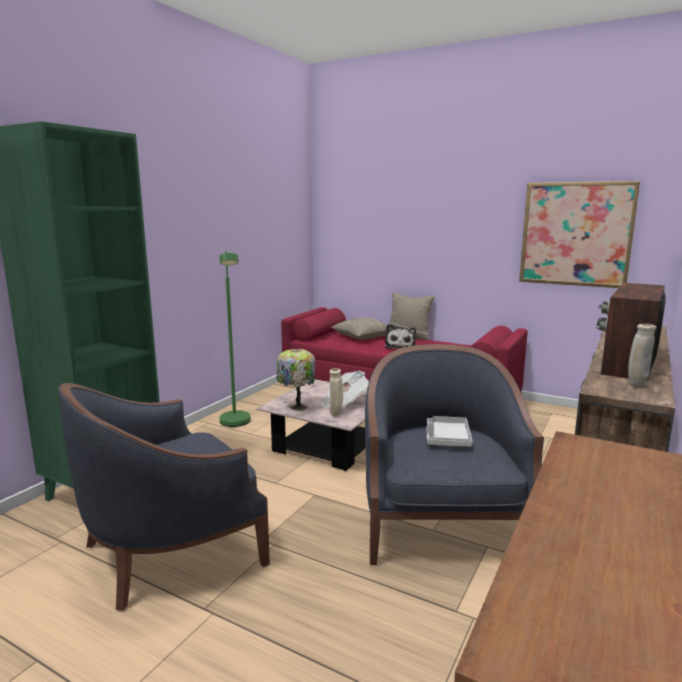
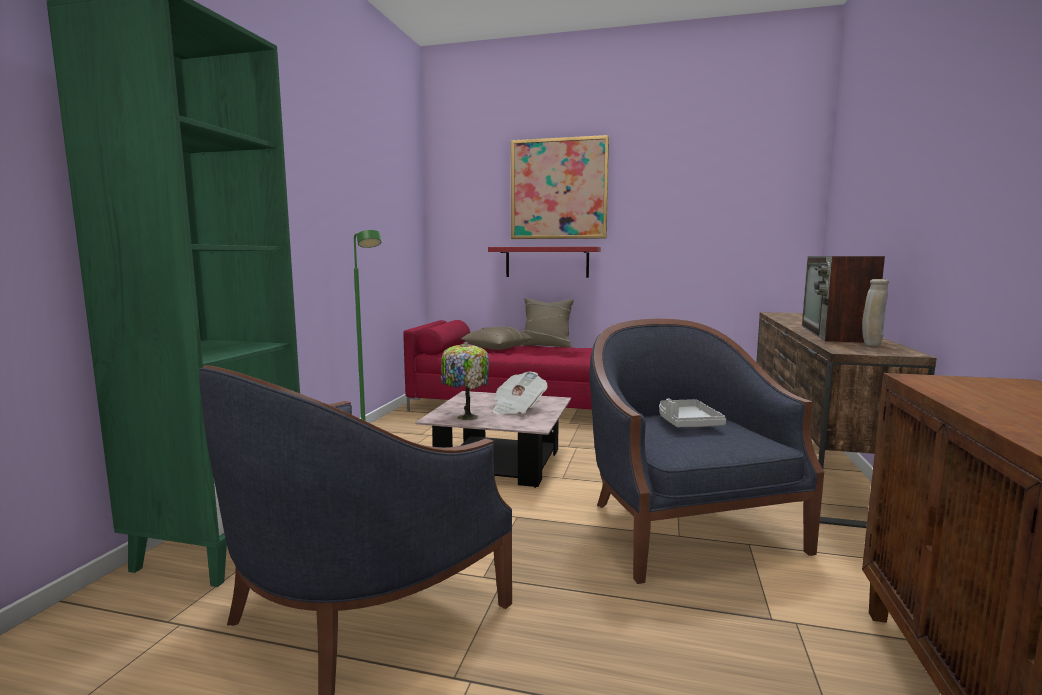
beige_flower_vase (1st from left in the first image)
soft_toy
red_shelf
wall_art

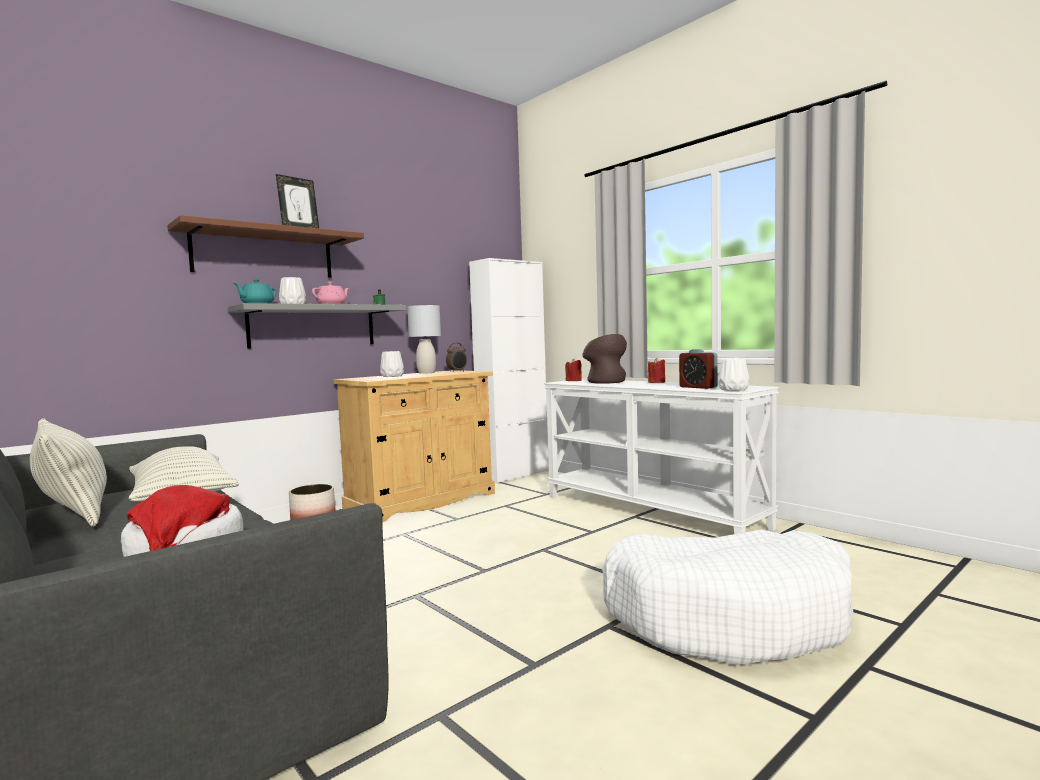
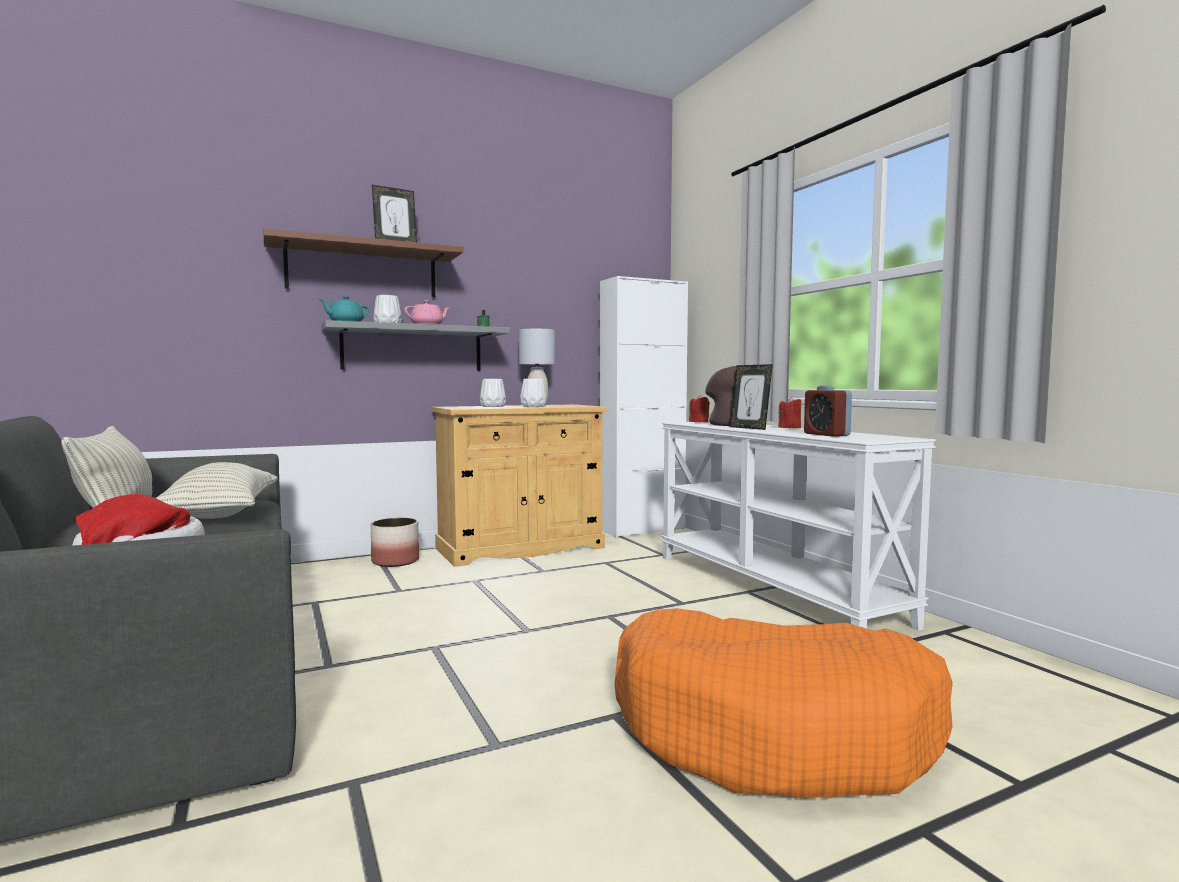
table_clock (1st from left in the first image)
standing_frame (2nd from left)
white_flower_vase (3rd from left)
orange-coloured_dog_bed

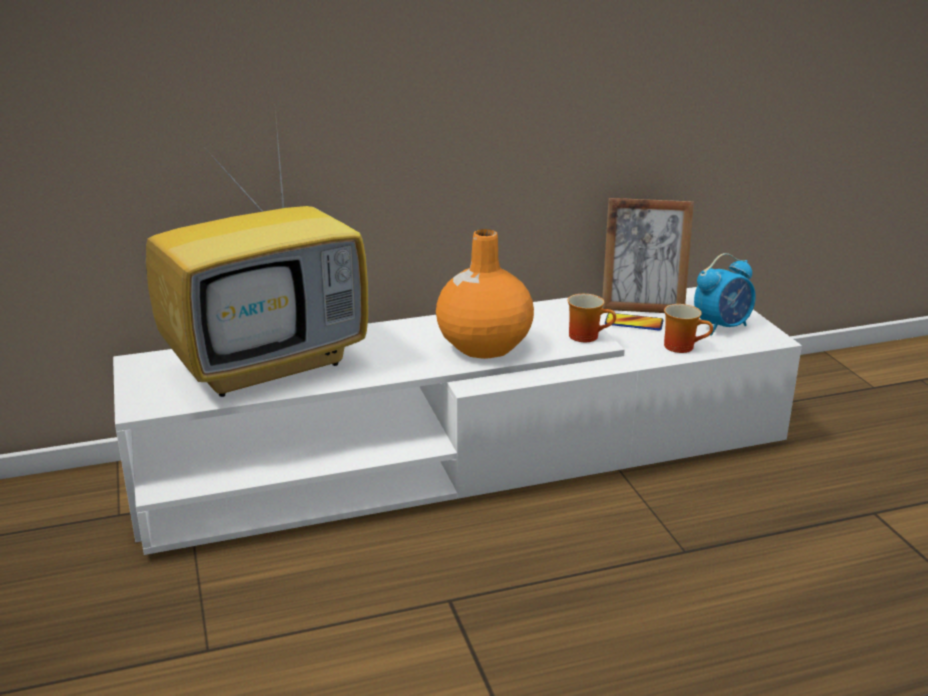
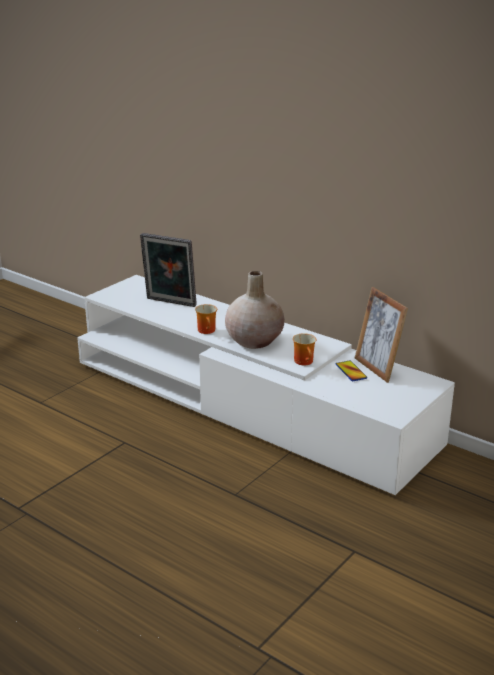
table_clock
coffee_mug (1st from left)
standing_frame (1st from left)
beige_flower_vase

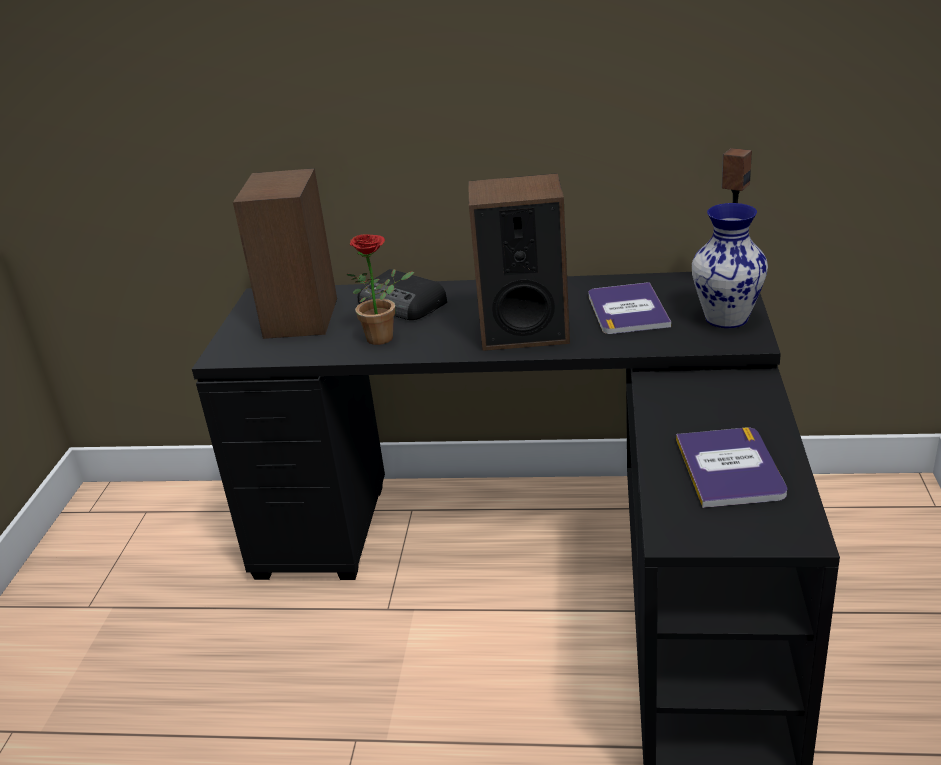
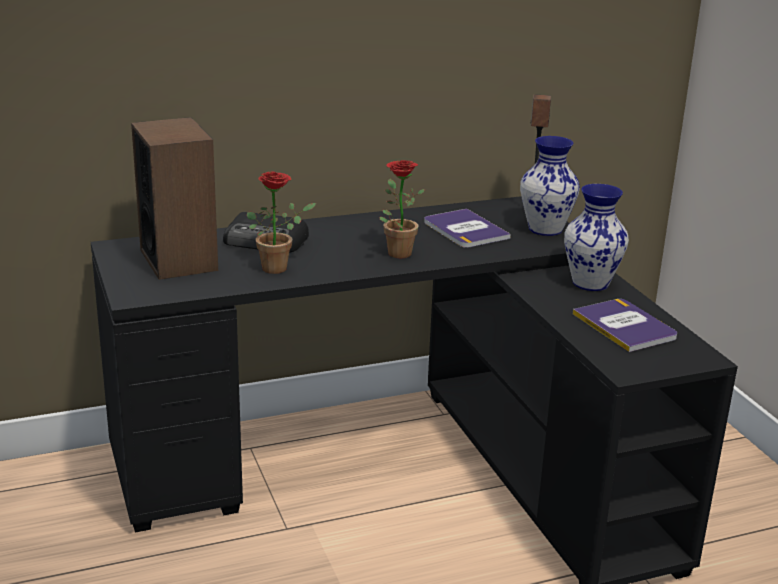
flower_vase (2nd from left)
potted_plant (2nd from left)

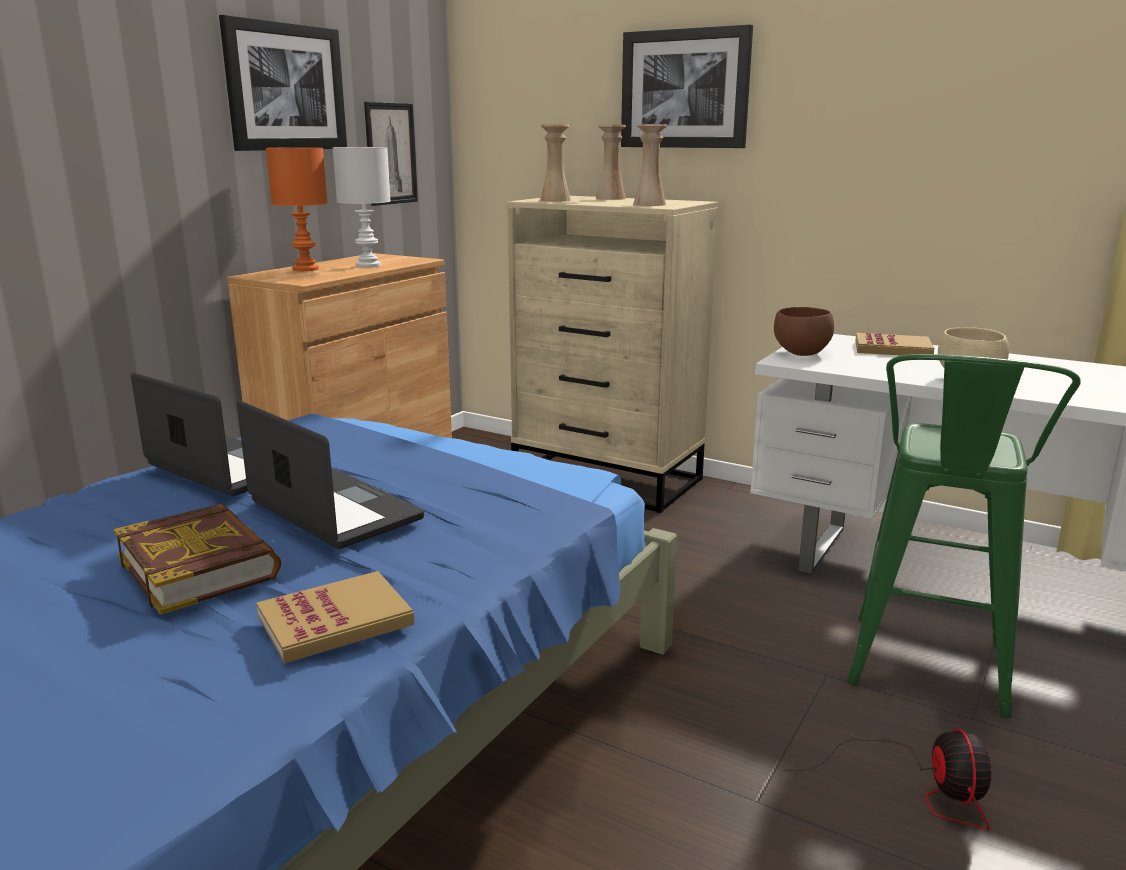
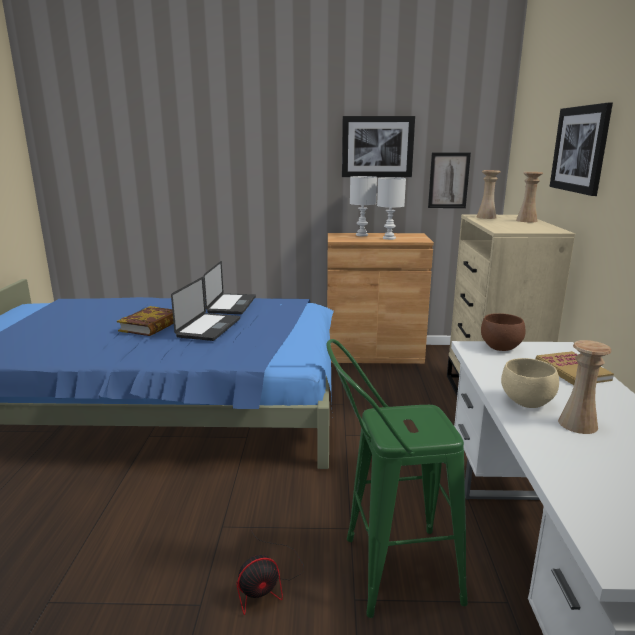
book (2nd from left in the first image)
beige_flower_vase (3rd from left)
white_tabletop_lamp (1st from left)

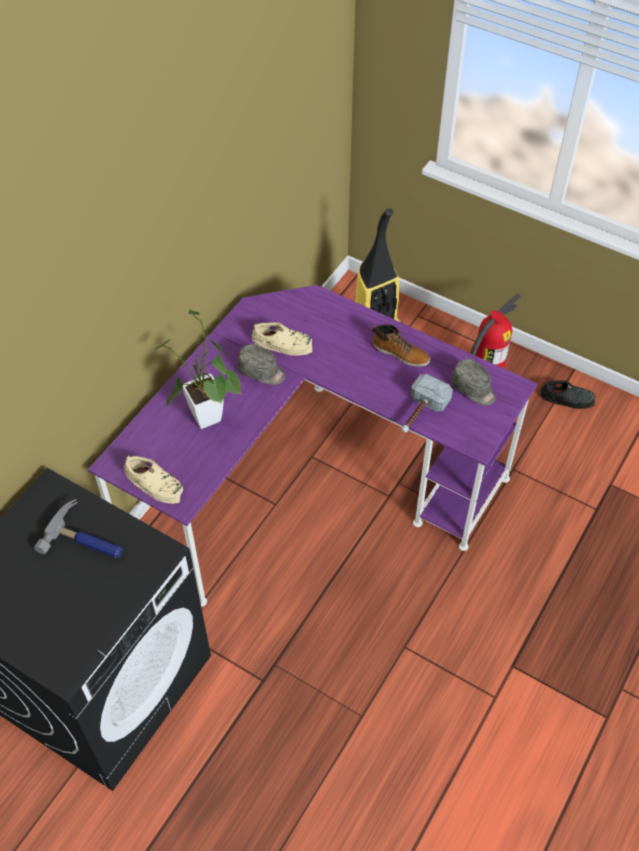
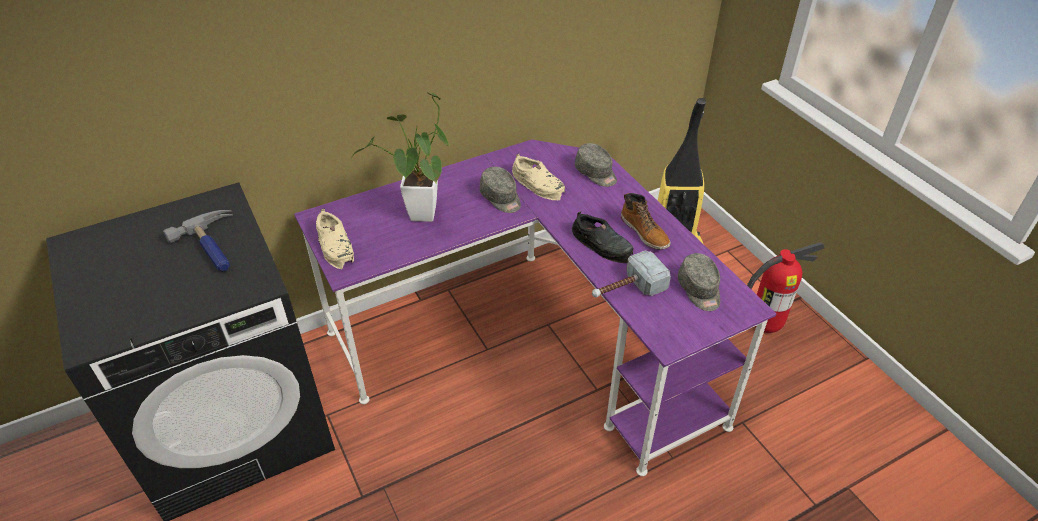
grey_peaked_cap (2nd from left)
black-coloured_low_shoe

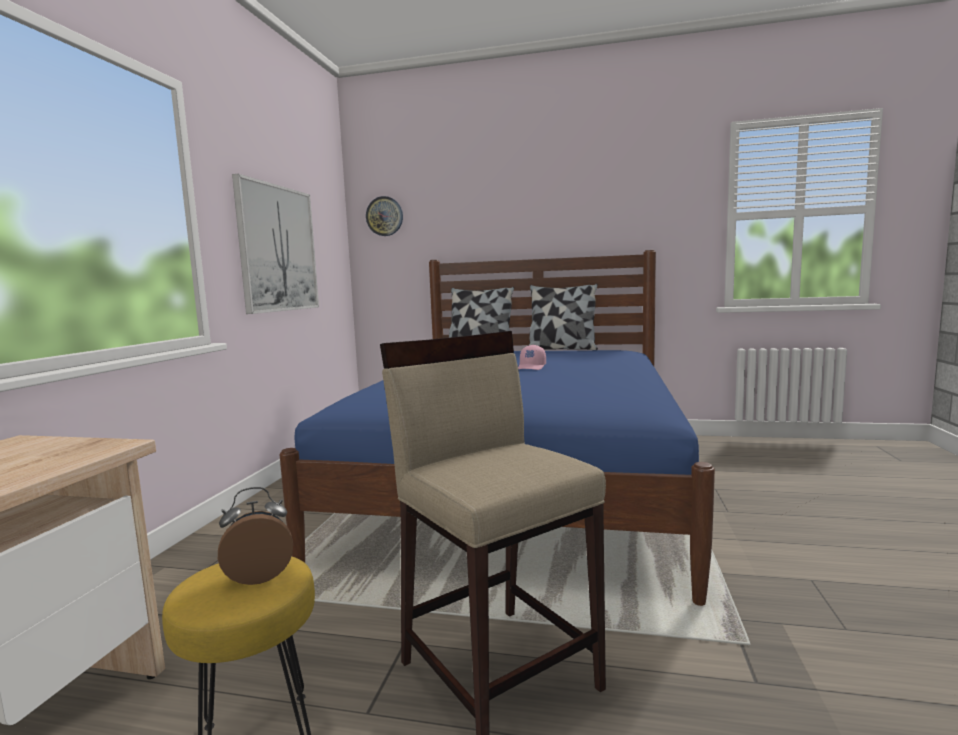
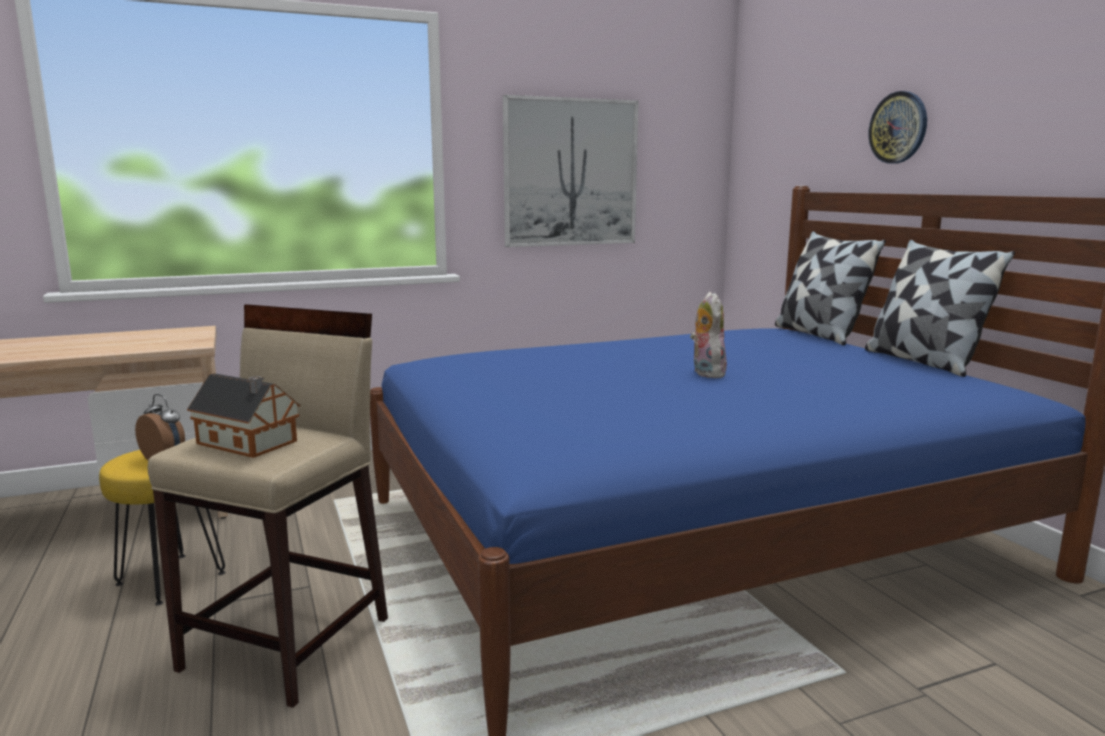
miniature_house
wall_clock
soft_toy

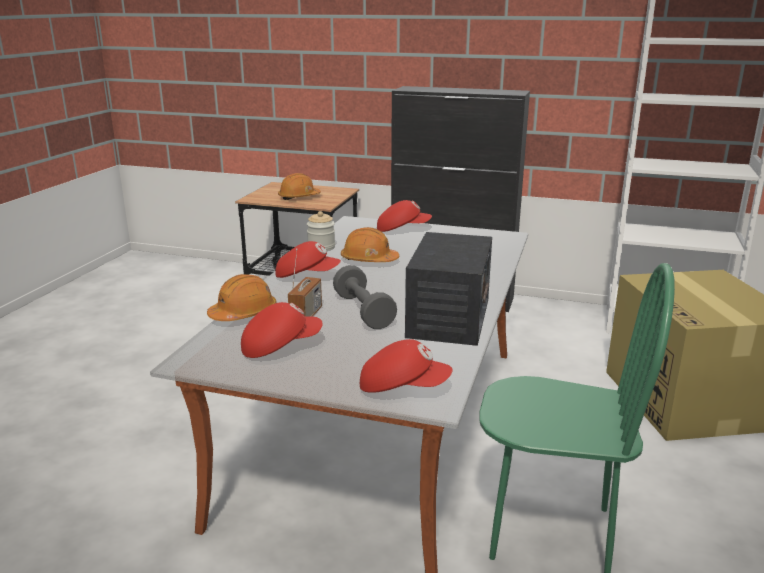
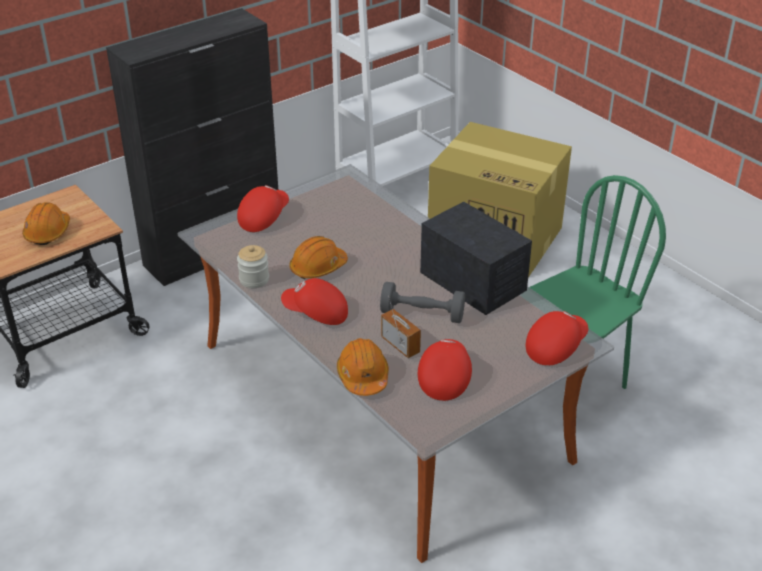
red_peaked_cap (2nd from left)

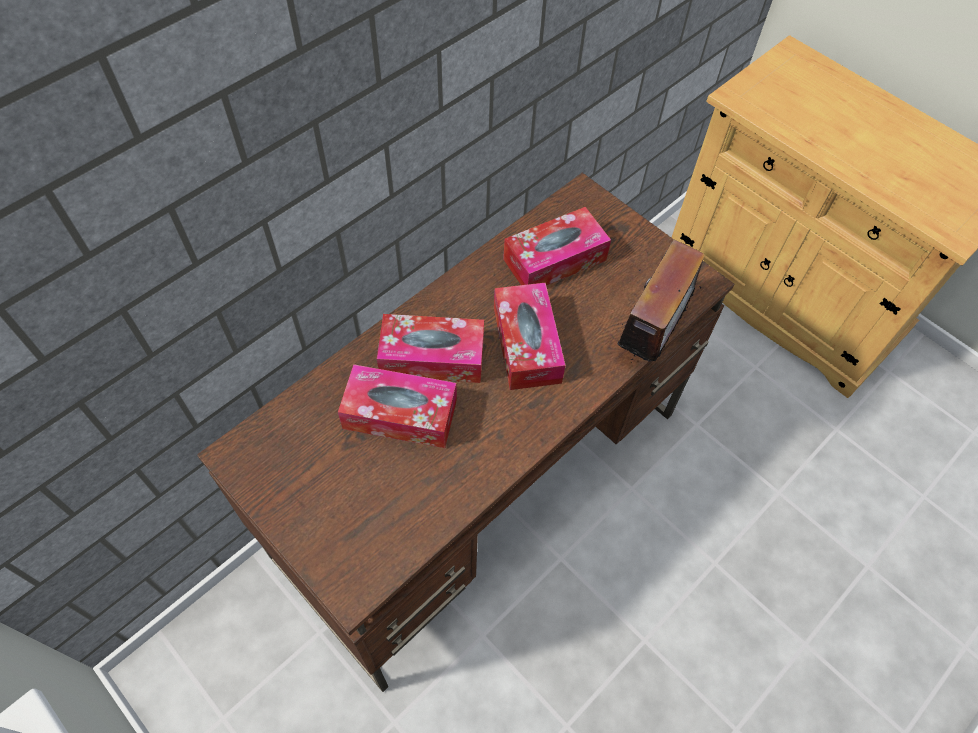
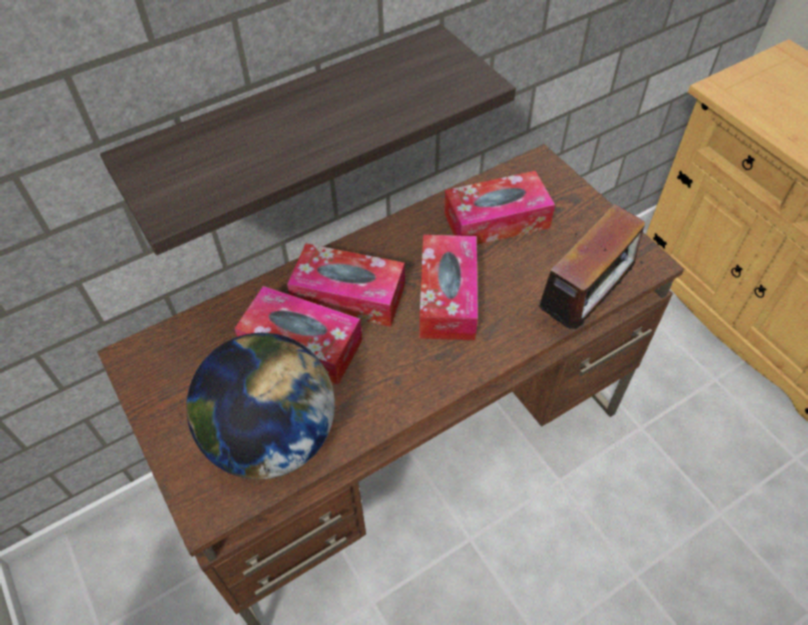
shelf
desk_globe

